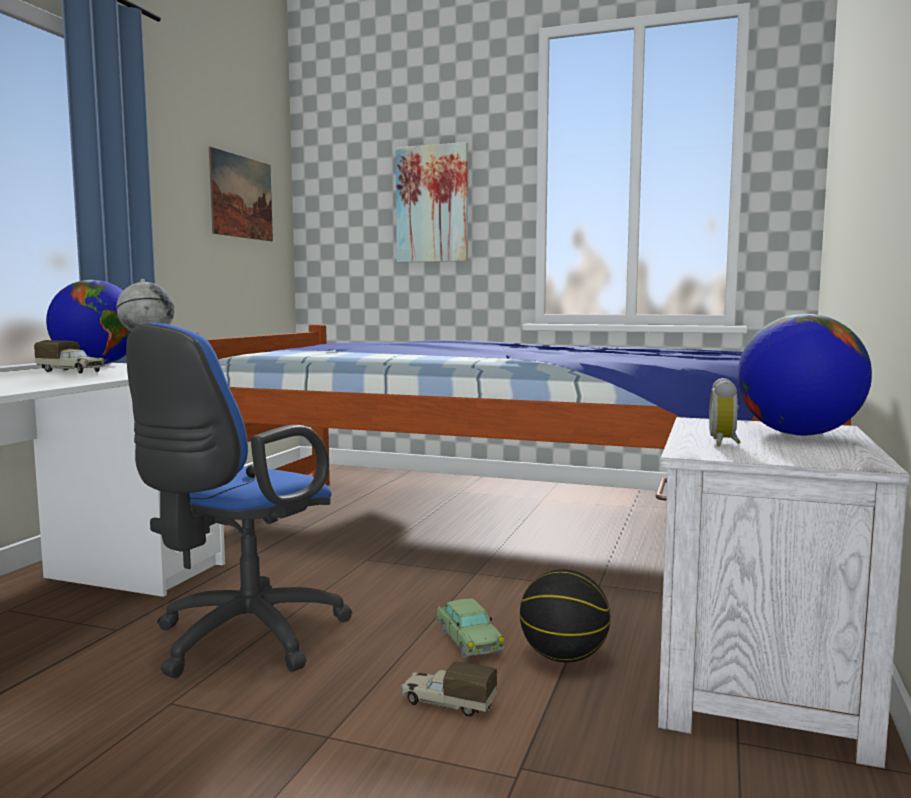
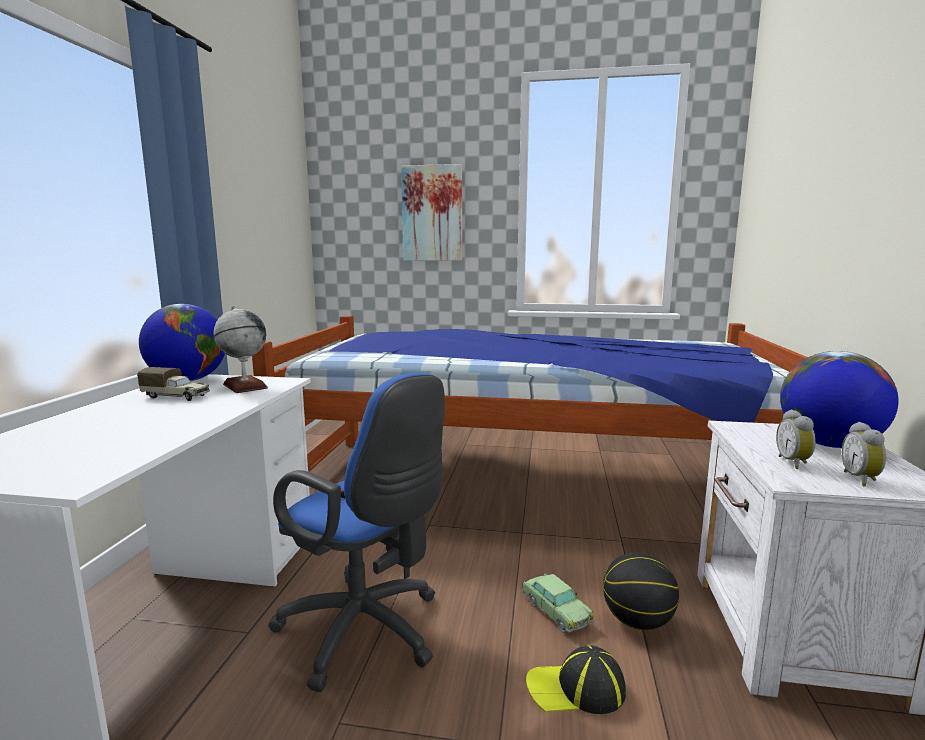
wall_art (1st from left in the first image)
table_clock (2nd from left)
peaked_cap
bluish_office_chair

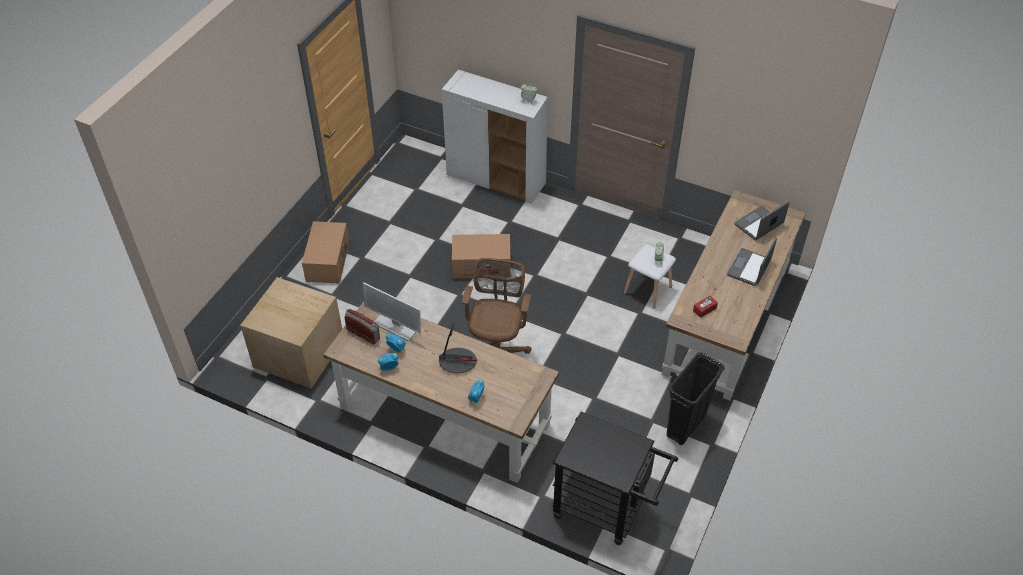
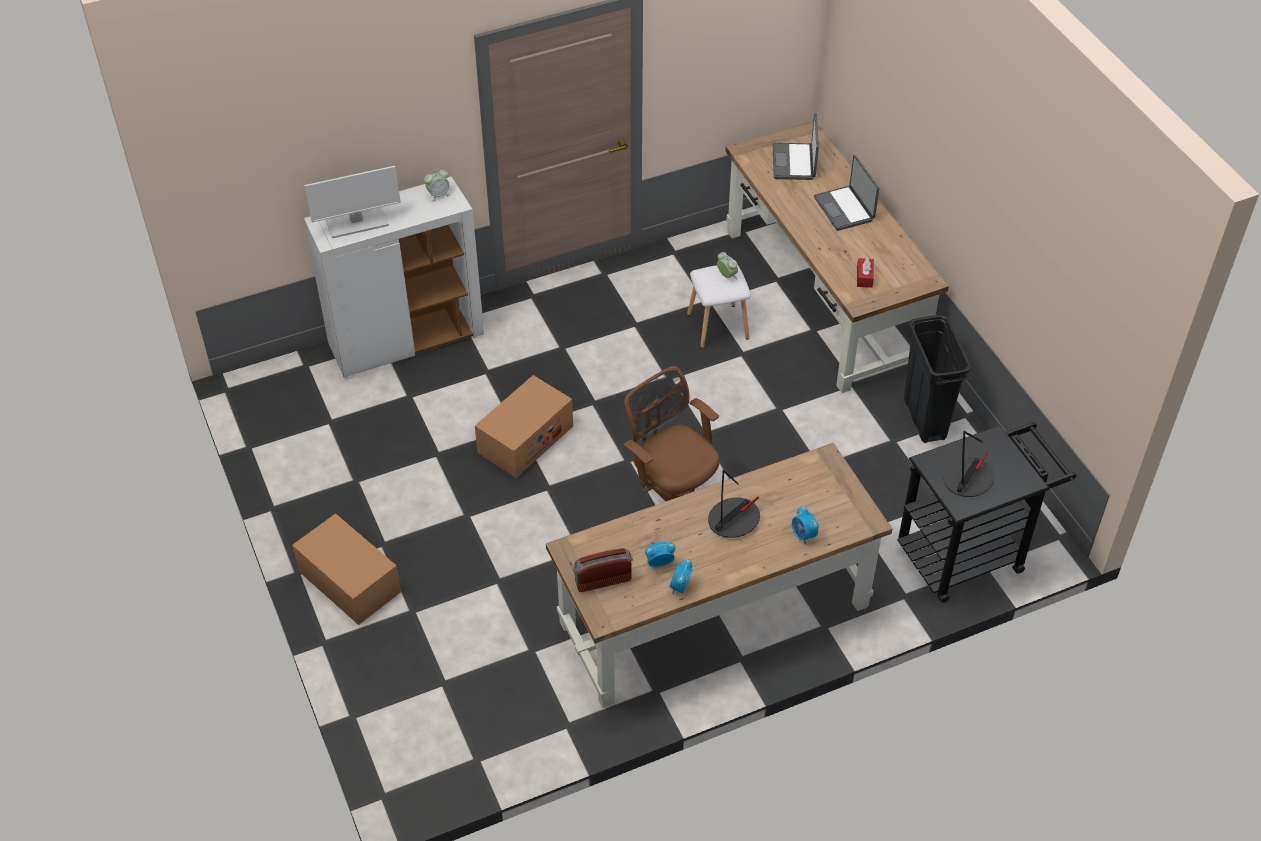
cardboard_box (1st from left in the first image)
tabletop_lamp (2nd from left)
monitor

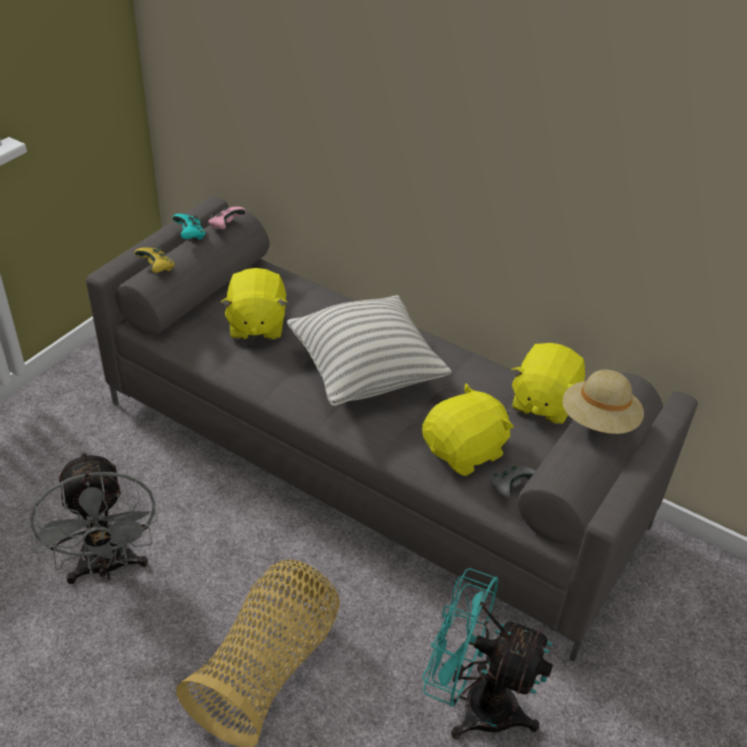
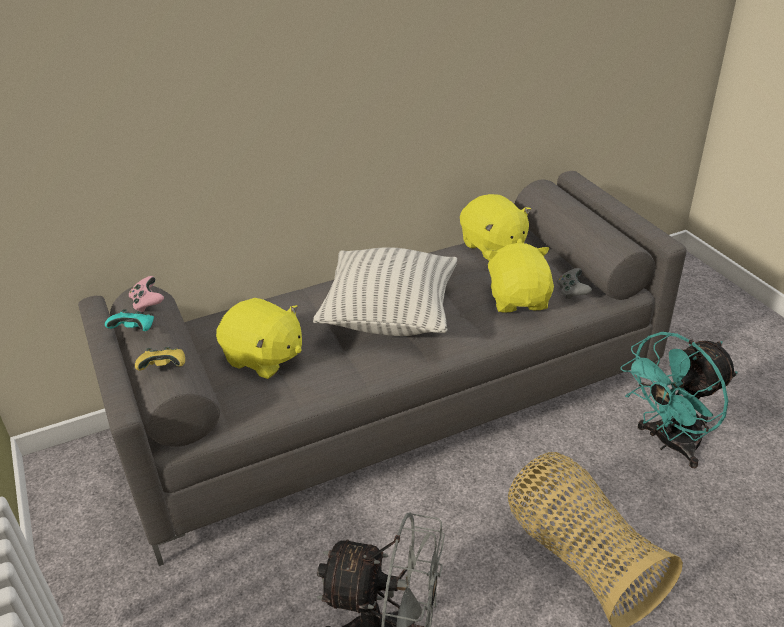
beige_clothing_hat

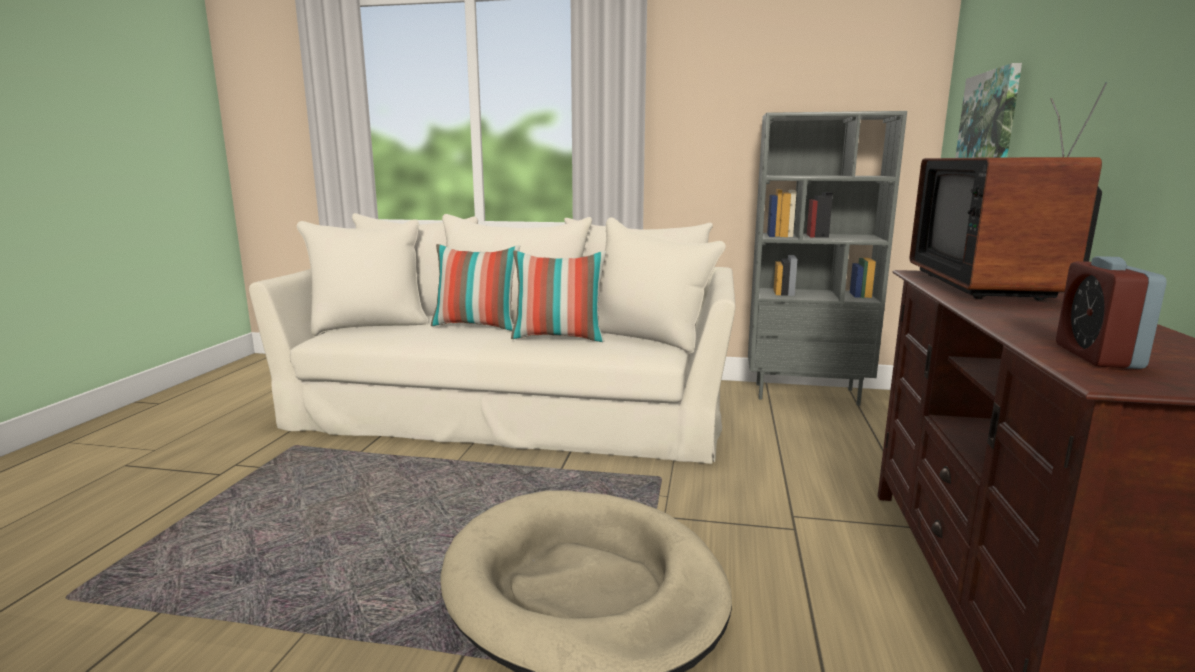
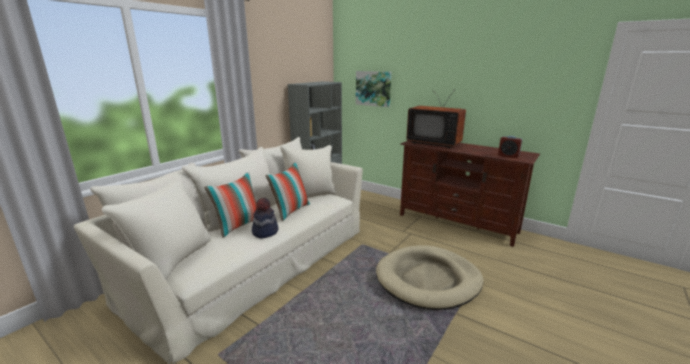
clothing_hat

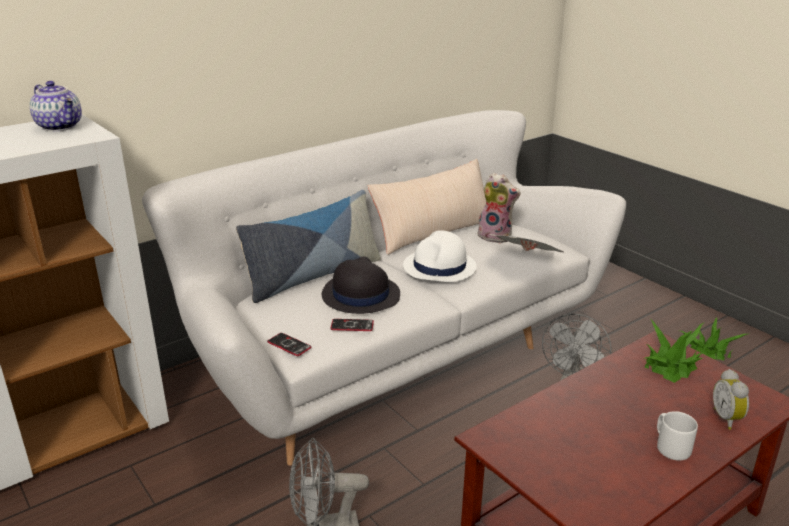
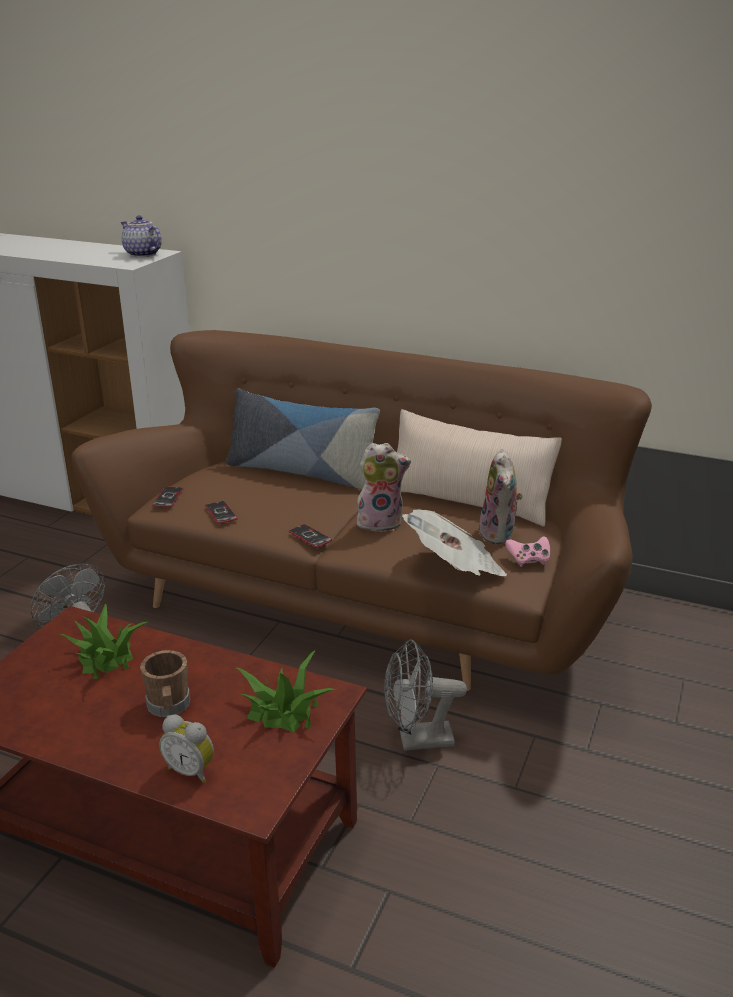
black-coloured_clothing_hat
grey_coffee_mug
brown-coloured_coffee_mug
handset (3rd from left)
pinkish_game_controller
potted_plant (1st from left)
soft_toy (1st from left)
brown-coloured_couch
pot_for_tea
table_clock

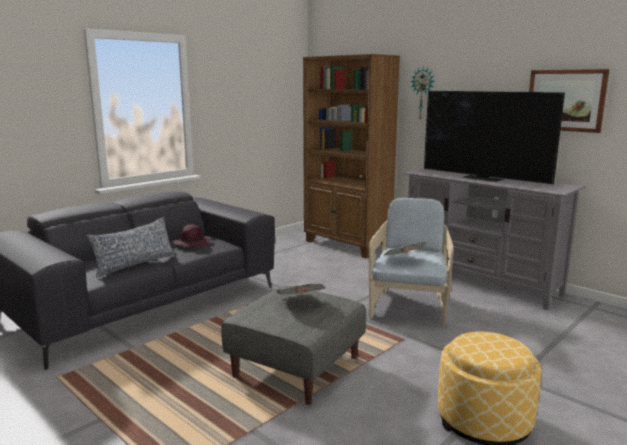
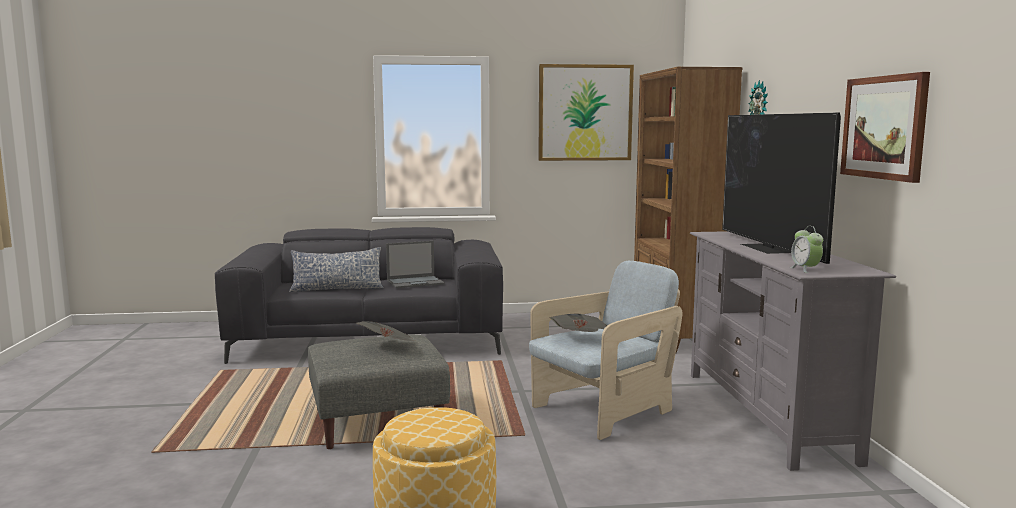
wall_art (1st from left)
table_clock
portable_computer

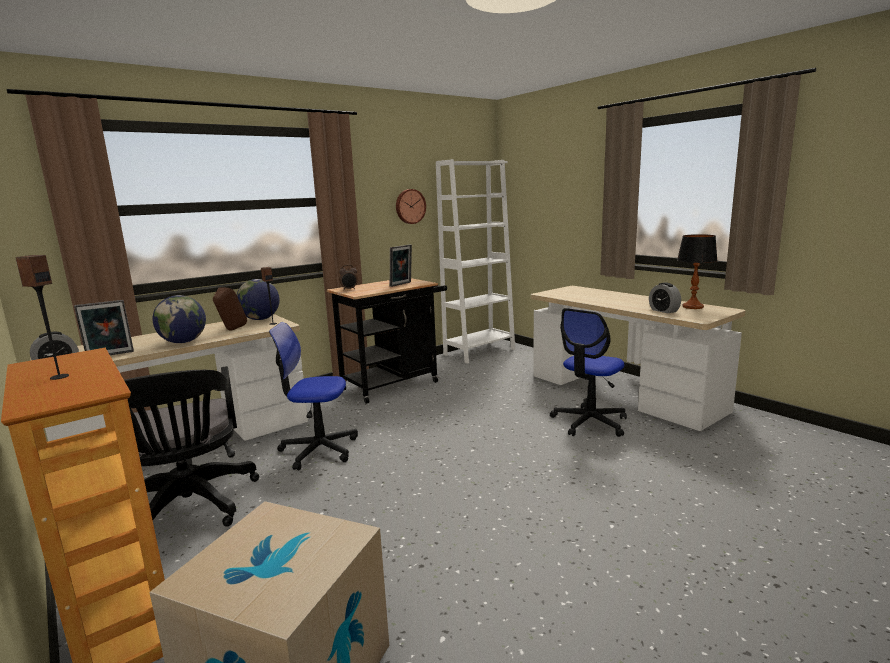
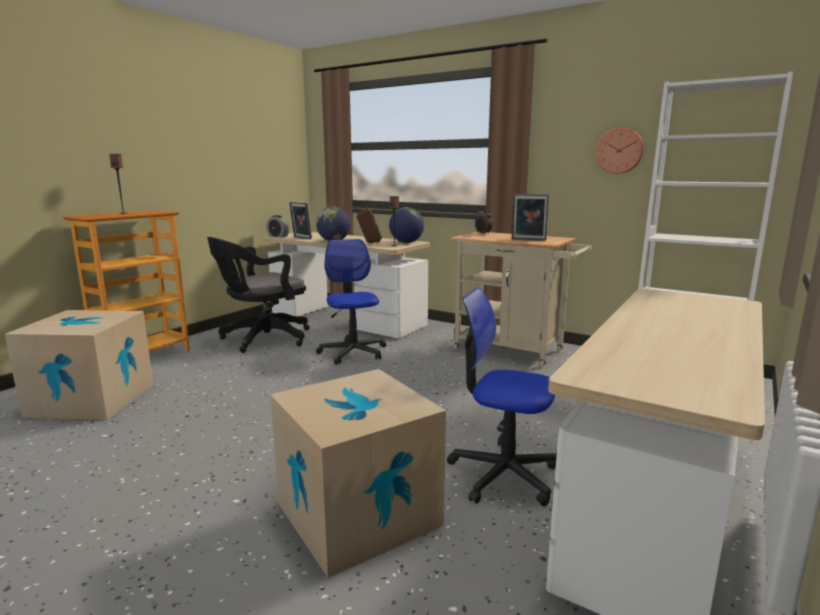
table_clock (3rd from left in the first image)
tabletop_lamp
cardboard_box (2nd from left)
beige_cart

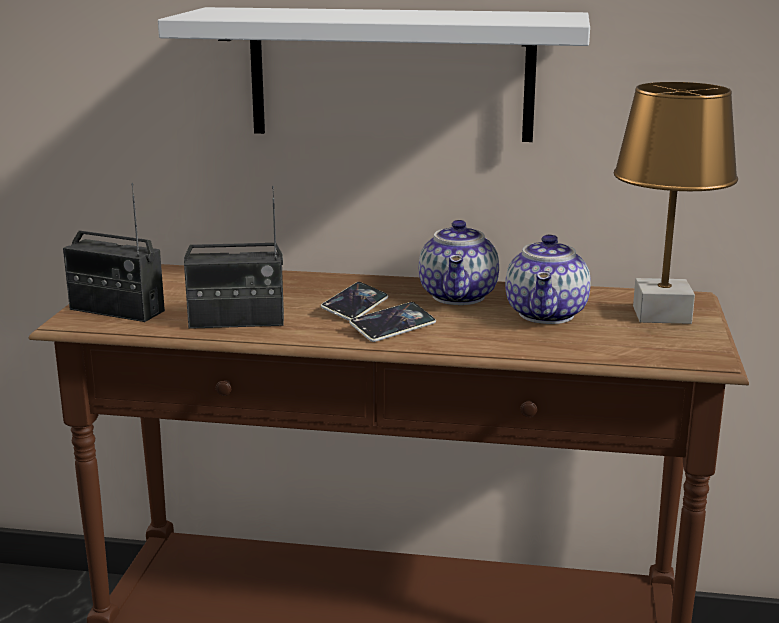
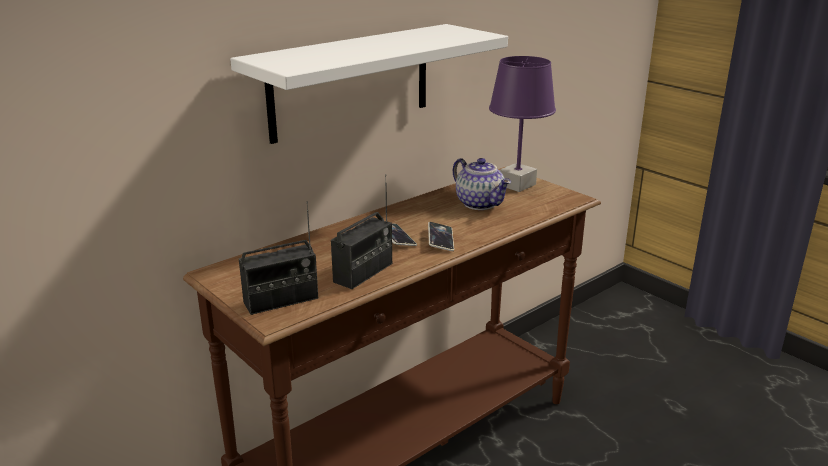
pot_for_tea (1st from left in the first image)
purplish_tabletop_lamp

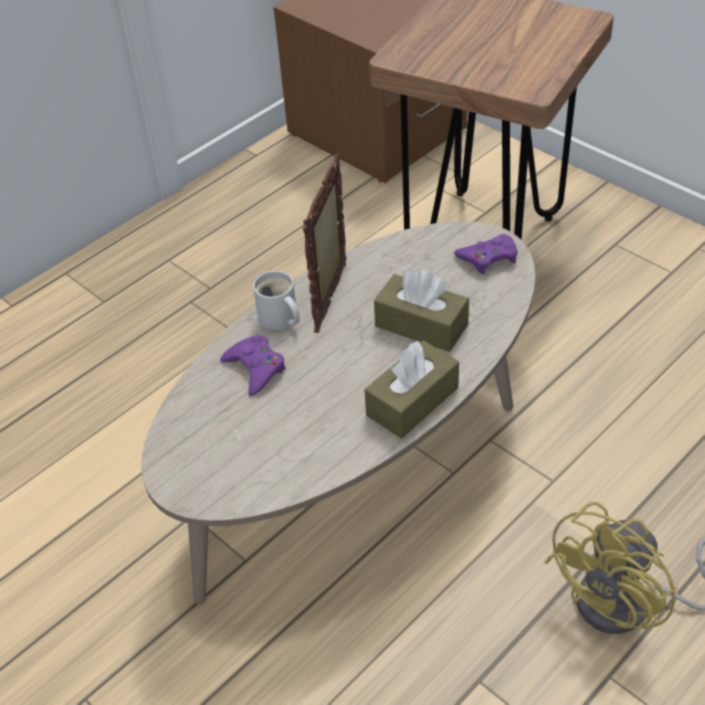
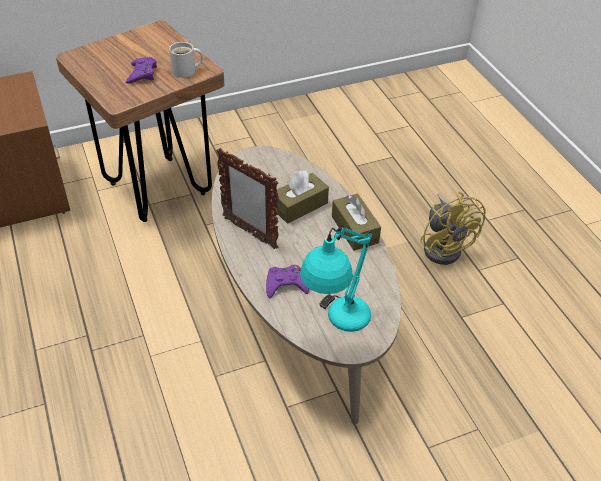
turquoise_tabletop_lamp
white_coffee_mug
purplish_game_controller (1st from left)

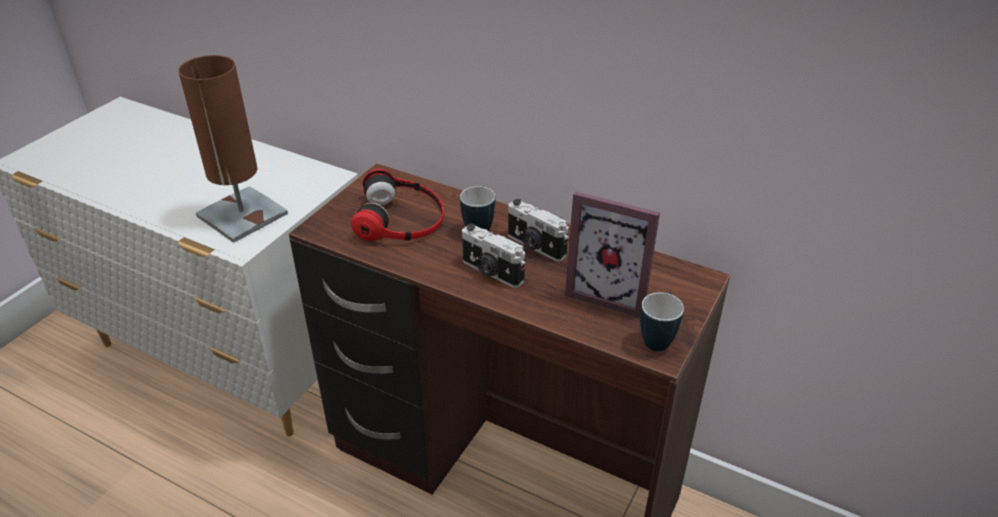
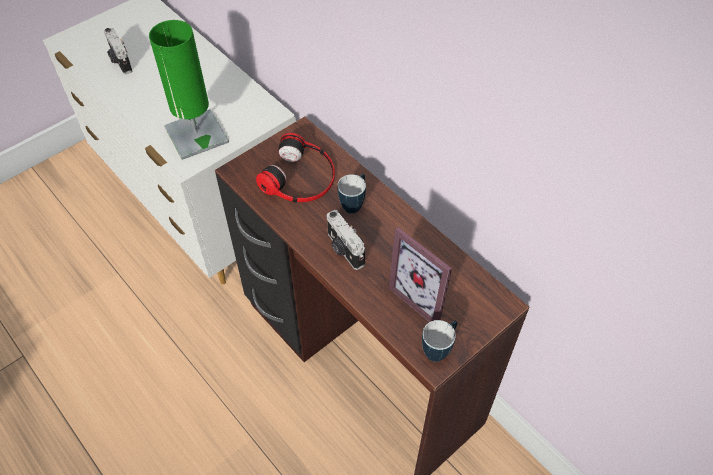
photo_camera (1st from left)
green_tabletop_lamp

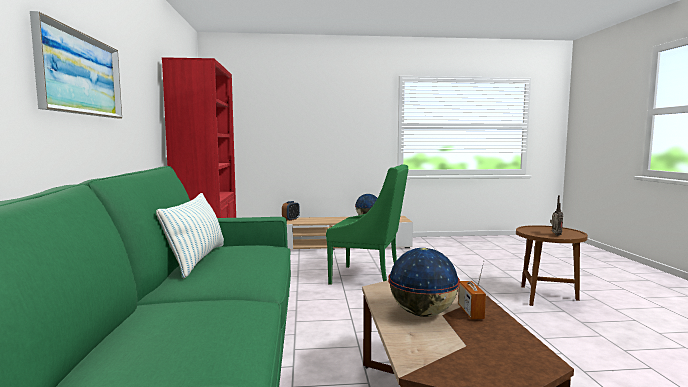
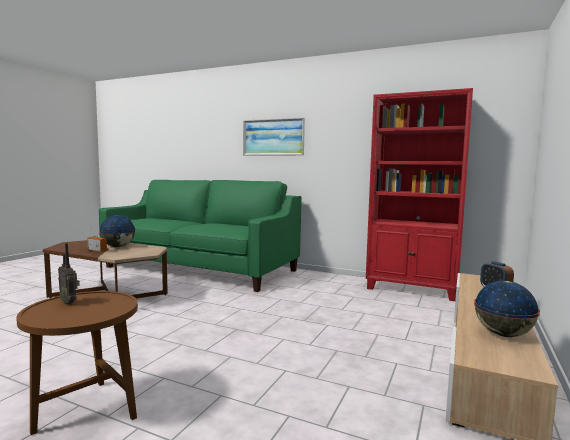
cushion
green_lounge_chair

